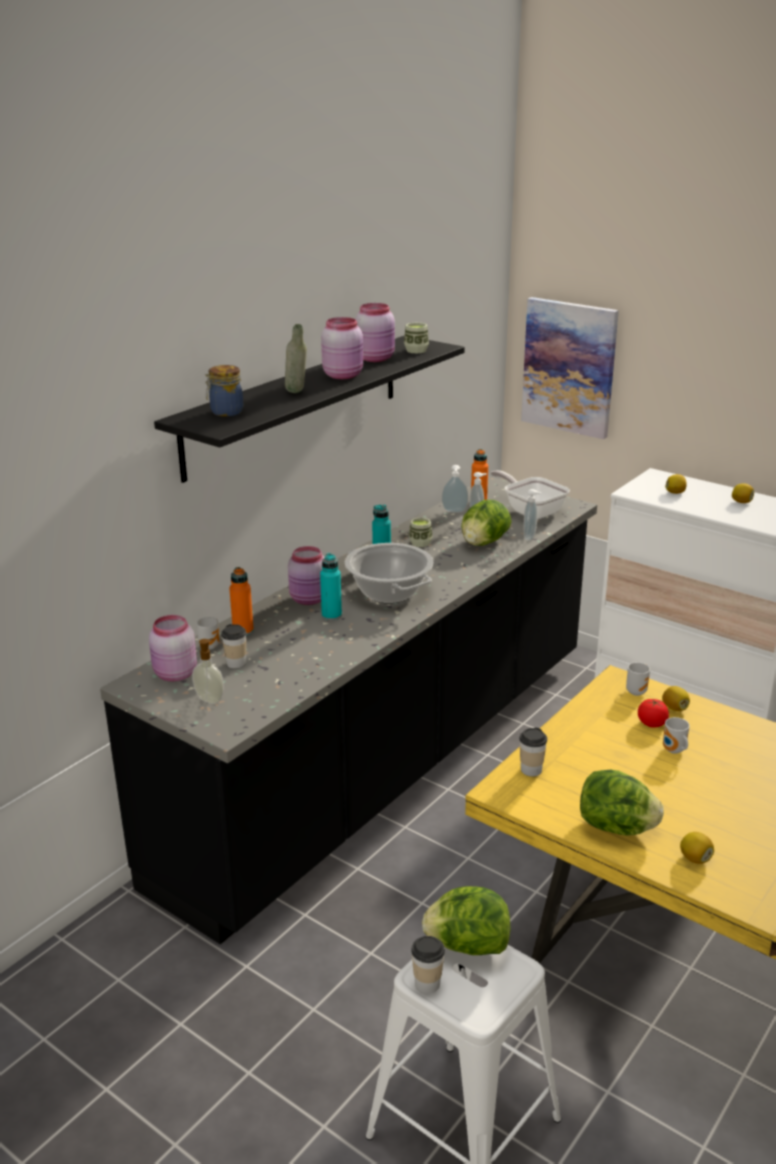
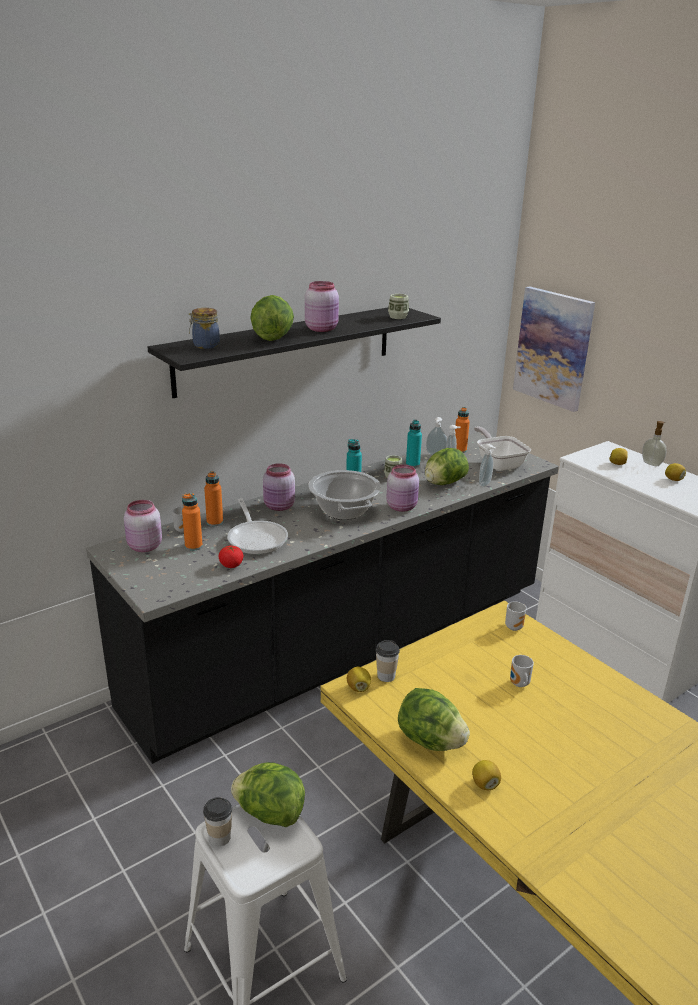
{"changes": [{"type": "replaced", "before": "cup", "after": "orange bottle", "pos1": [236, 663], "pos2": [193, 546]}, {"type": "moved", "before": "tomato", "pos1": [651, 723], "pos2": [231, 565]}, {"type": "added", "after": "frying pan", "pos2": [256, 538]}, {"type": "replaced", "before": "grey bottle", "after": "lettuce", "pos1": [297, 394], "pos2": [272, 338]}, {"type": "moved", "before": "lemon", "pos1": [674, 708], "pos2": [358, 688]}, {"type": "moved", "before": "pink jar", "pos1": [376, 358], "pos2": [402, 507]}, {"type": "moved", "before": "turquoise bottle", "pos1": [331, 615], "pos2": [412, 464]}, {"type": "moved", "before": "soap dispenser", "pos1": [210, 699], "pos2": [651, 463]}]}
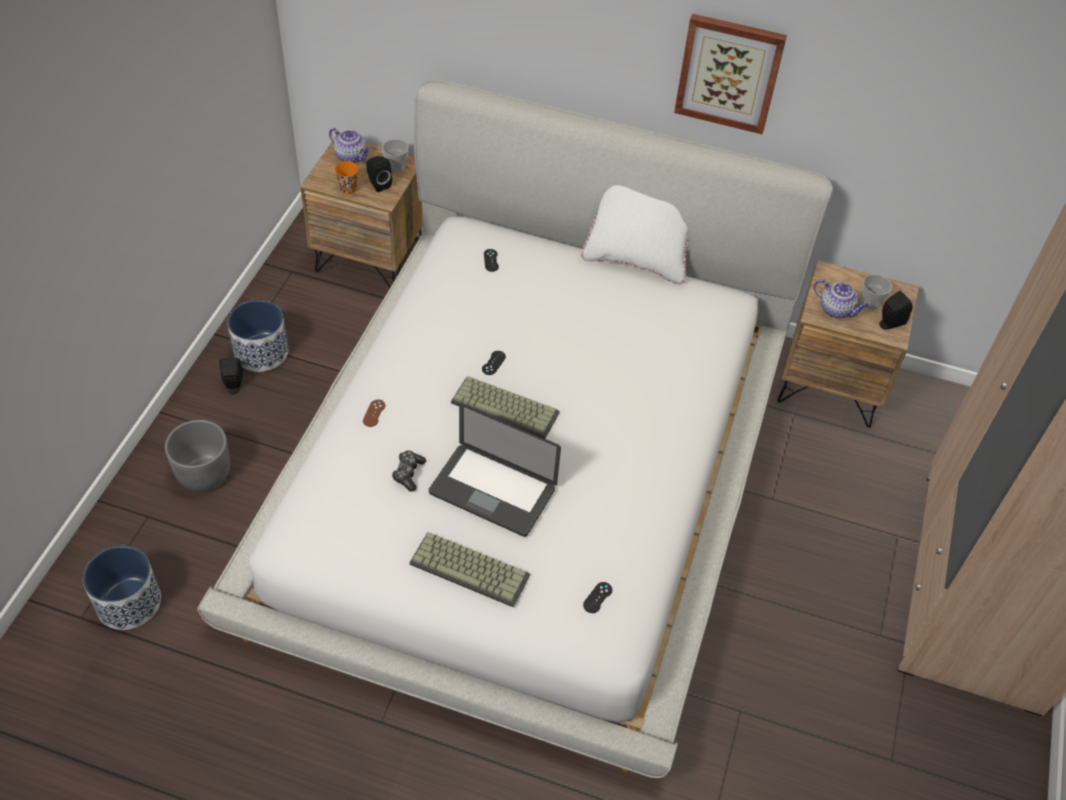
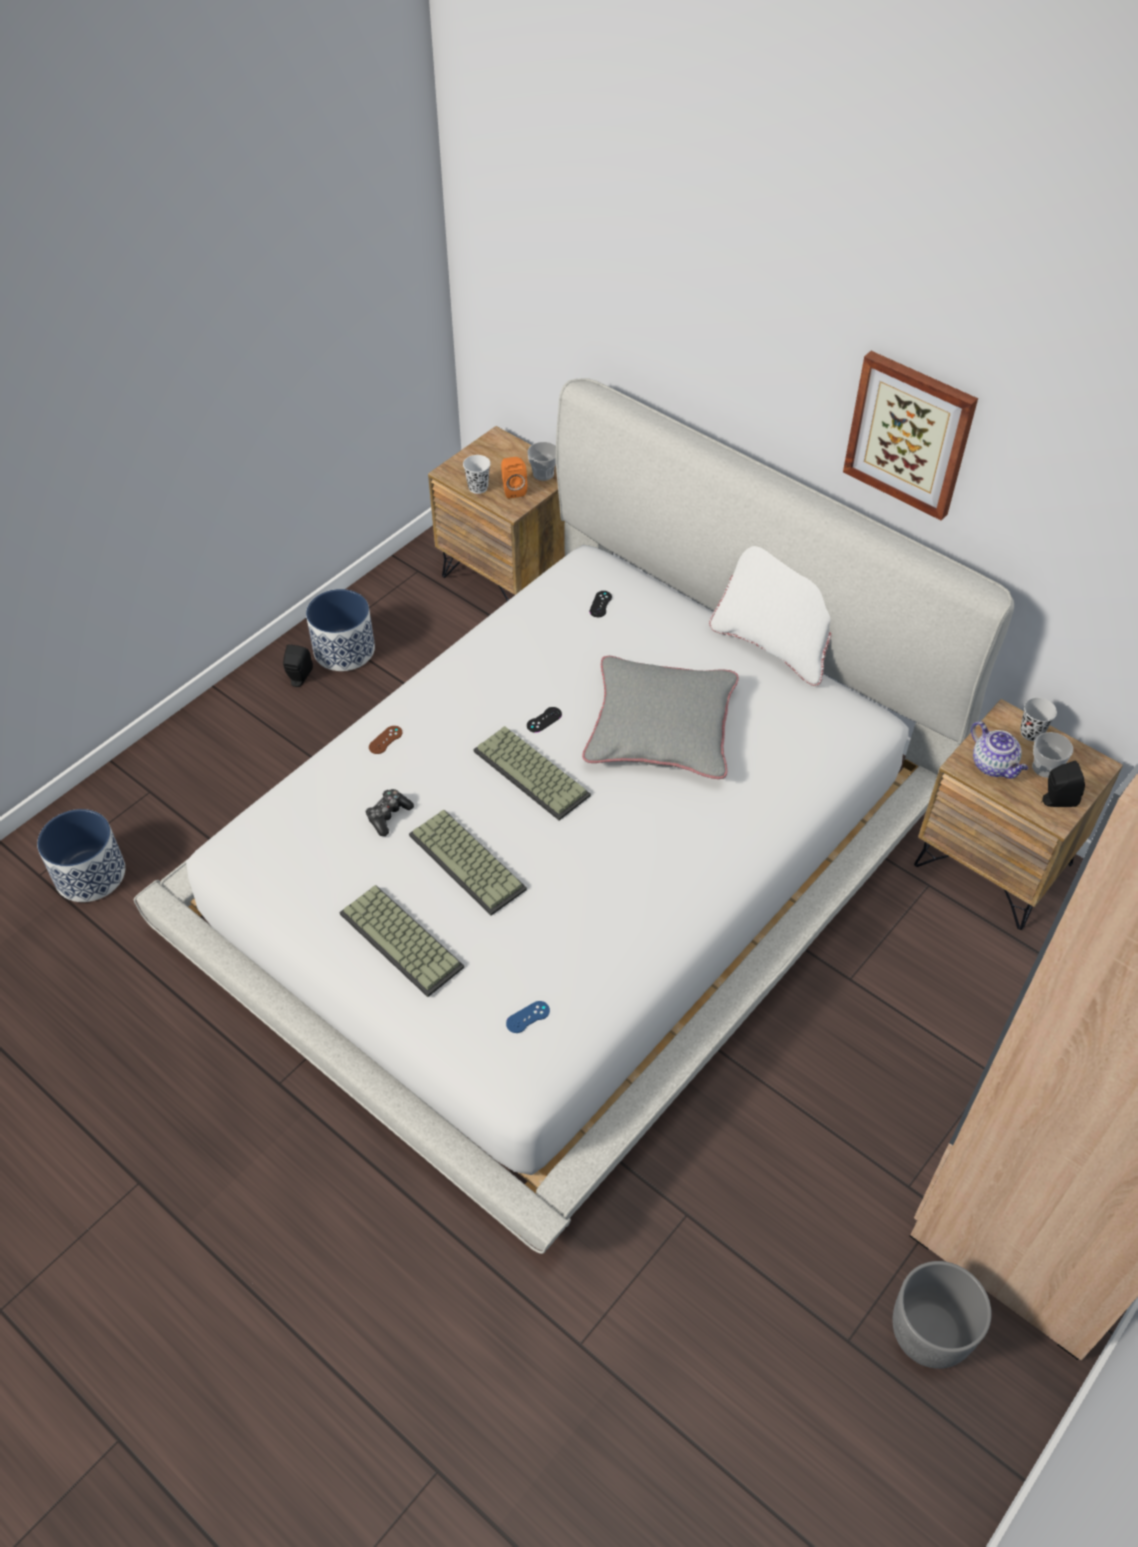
{"changes": [{"type": "replaced", "before": "laptop", "after": "keyboard", "pos1": [492, 491], "pos2": [469, 862]}, {"type": "recoloured", "before": "orange cup", "after": "white cup", "pos1": [348, 189], "pos2": [478, 487]}, {"type": "recoloured", "before": "black speaker", "after": "orange speaker", "pos1": [378, 184], "pos2": [513, 489]}, {"type": "recoloured", "before": "black game controller", "after": "blue game controller", "pos1": [597, 597], "pos2": [528, 1017]}, {"type": "added", "after": "grey pillow", "pos2": [661, 727]}, {"type": "moved", "before": "grey planter", "pos1": [204, 474], "pos2": [930, 1332]}, {"type": "added", "after": "black cup", "pos2": [1031, 733]}, {"type": "removed", "before": "teapot", "pos1": [351, 157]}]}
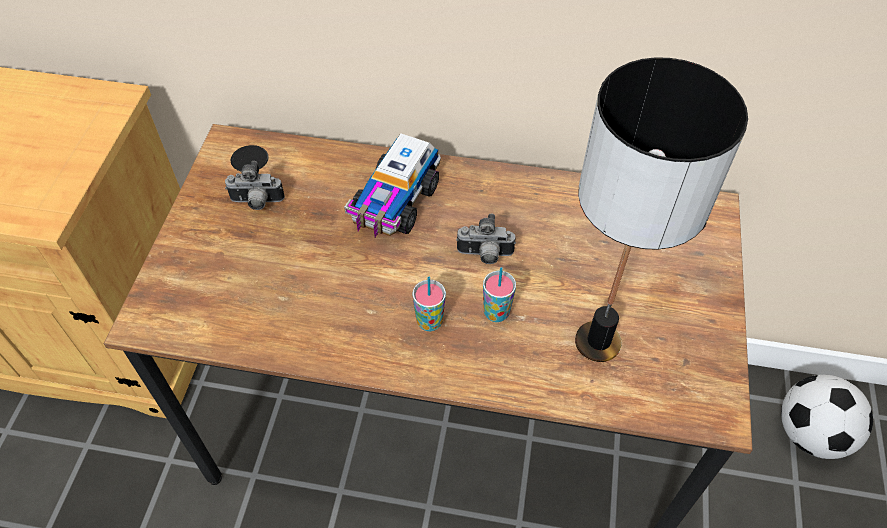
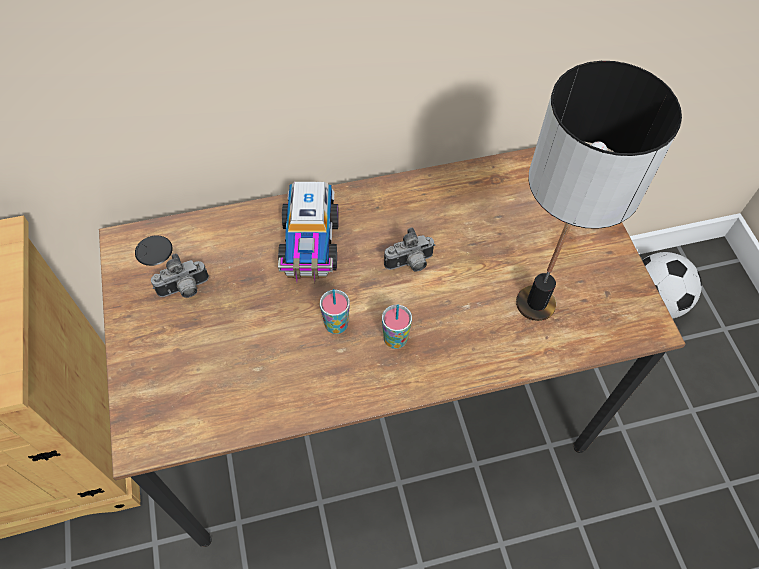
{"changes": [{"type": "moved", "before": "cup", "pos1": [496, 313], "pos2": [336, 325]}]}
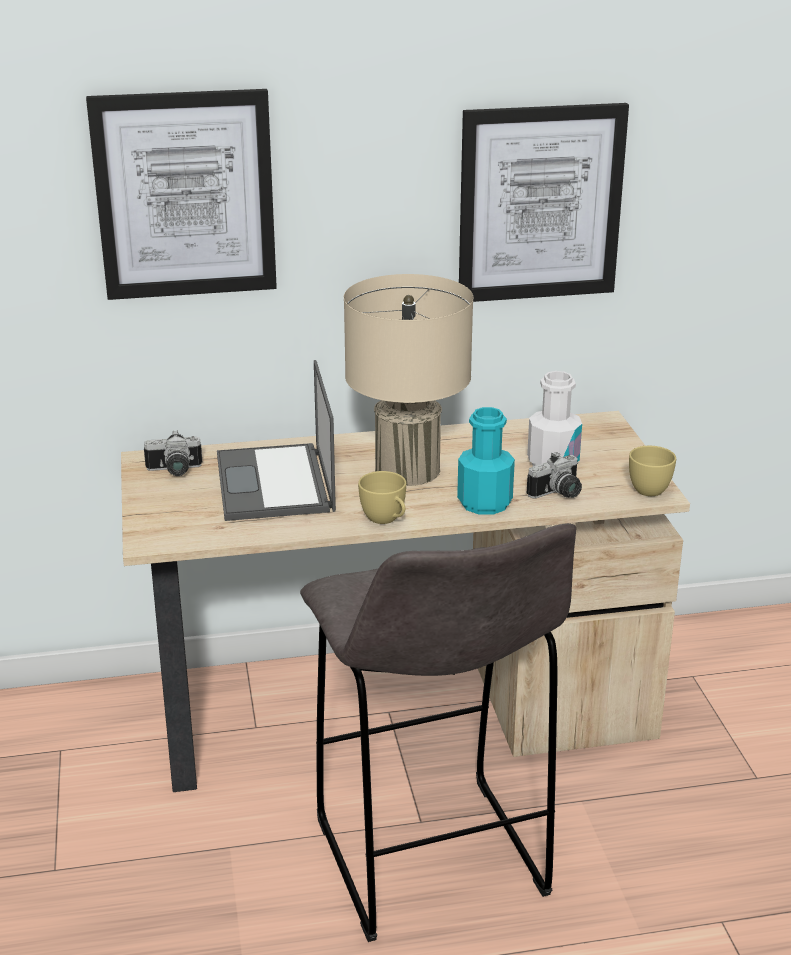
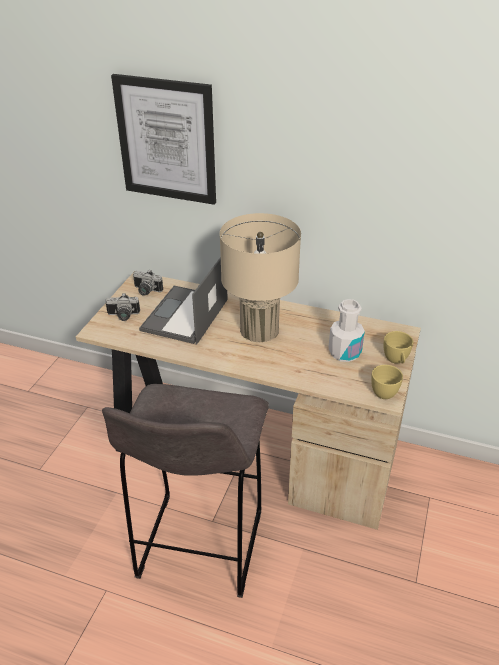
{"changes": [{"type": "moved", "before": "photo camera", "pos1": [558, 494], "pos2": [123, 316]}, {"type": "moved", "before": "yellow cup", "pos1": [386, 520], "pos2": [396, 360]}, {"type": "removed", "before": "turquoise bottle", "pos1": [484, 503]}, {"type": "removed", "before": "picture", "pos1": [540, 203]}]}
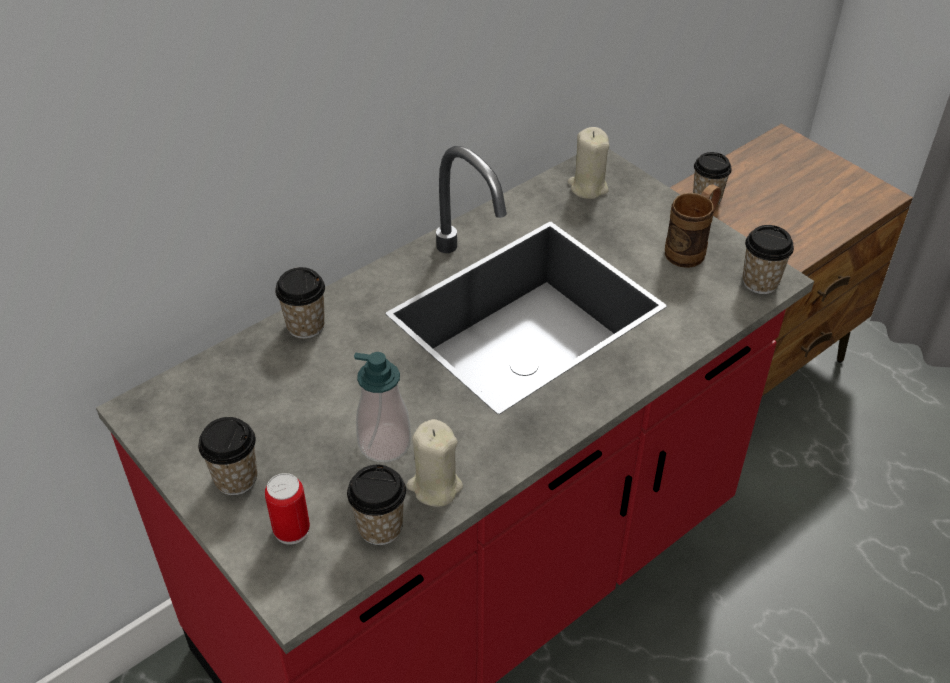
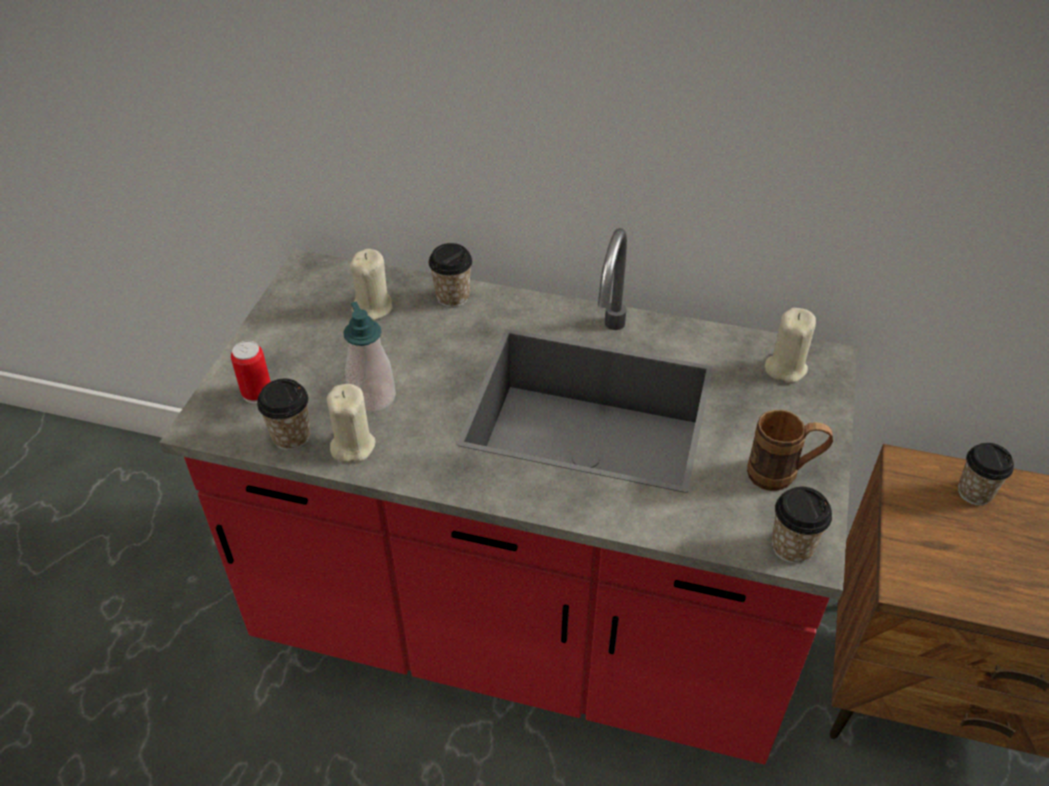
{"changes": [{"type": "added", "after": "beige candle", "pos2": [373, 307]}, {"type": "removed", "before": "cup", "pos1": [236, 479]}]}
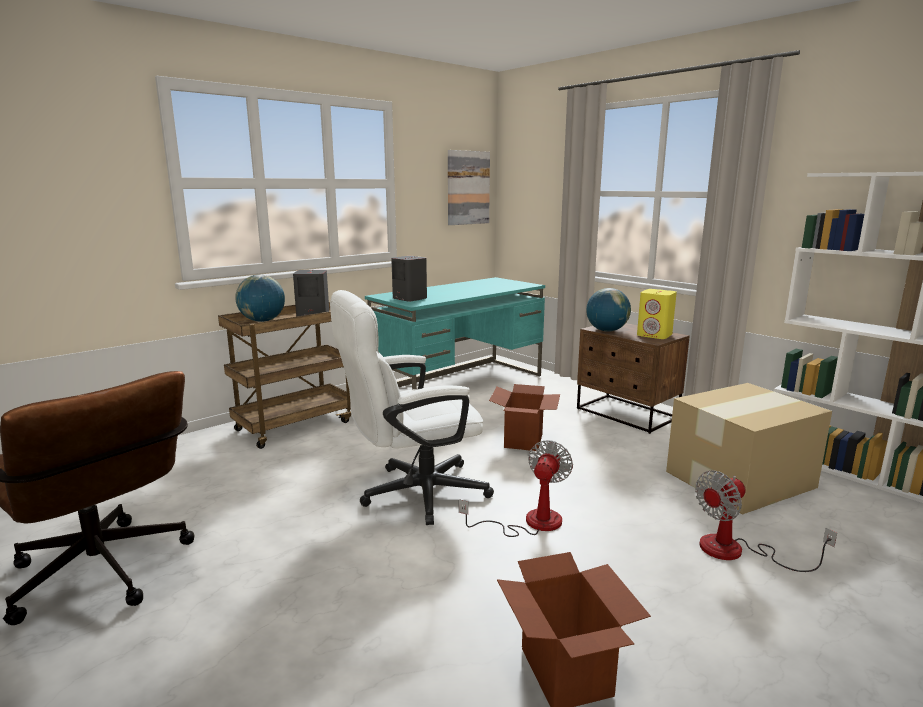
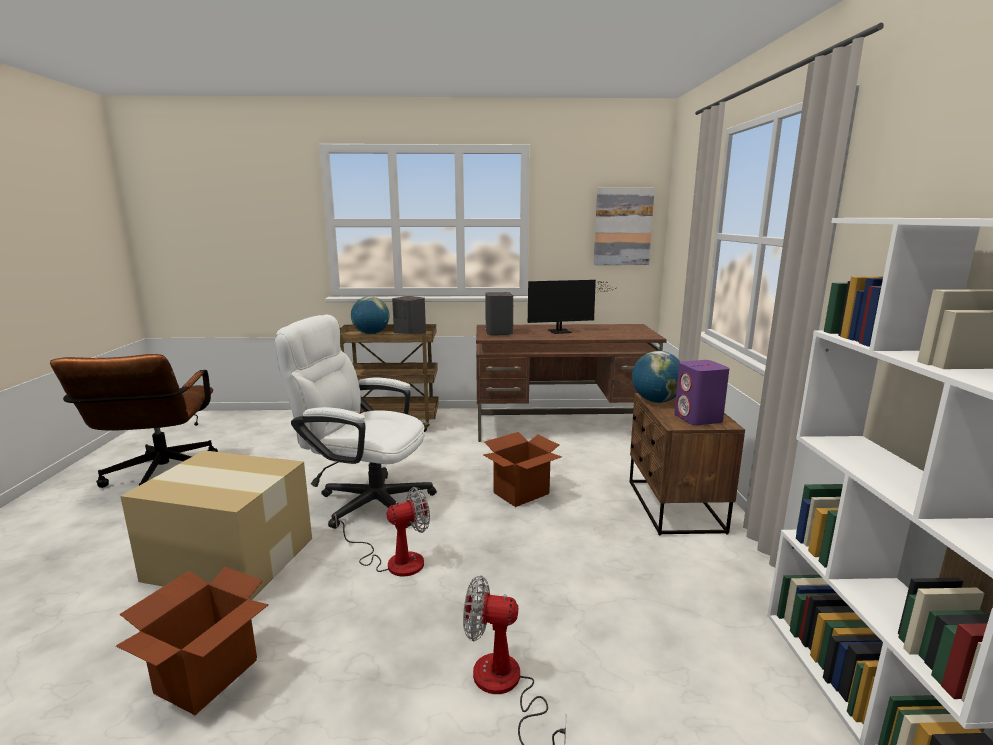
{"changes": [{"type": "moved", "before": "cardboard box", "pos1": [737, 479], "pos2": [229, 558]}, {"type": "recoloured", "before": "turquoise desk", "after": "brown desk", "pos1": [460, 385], "pos2": [563, 427]}, {"type": "added", "after": "monitor", "pos2": [563, 331]}, {"type": "recoloured", "before": "yellow speaker", "after": "purple speaker", "pos1": [655, 335], "pos2": [698, 418]}]}
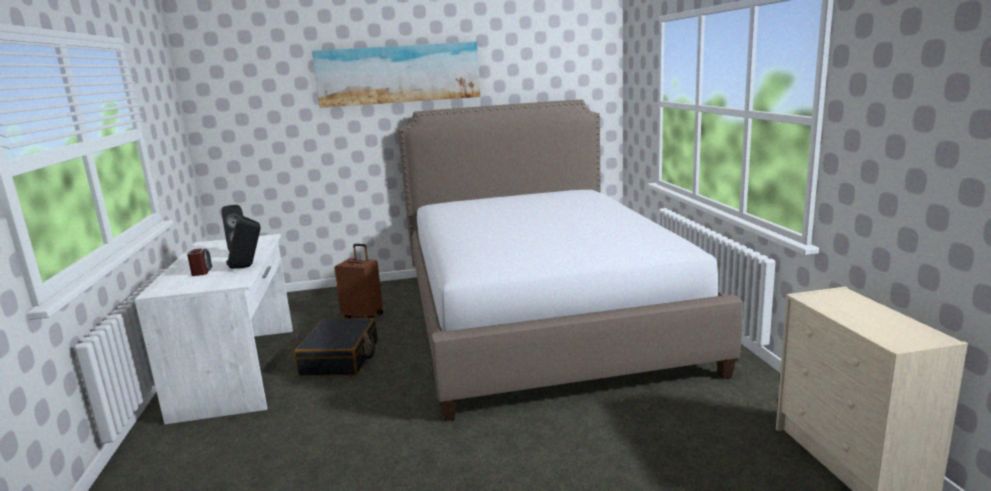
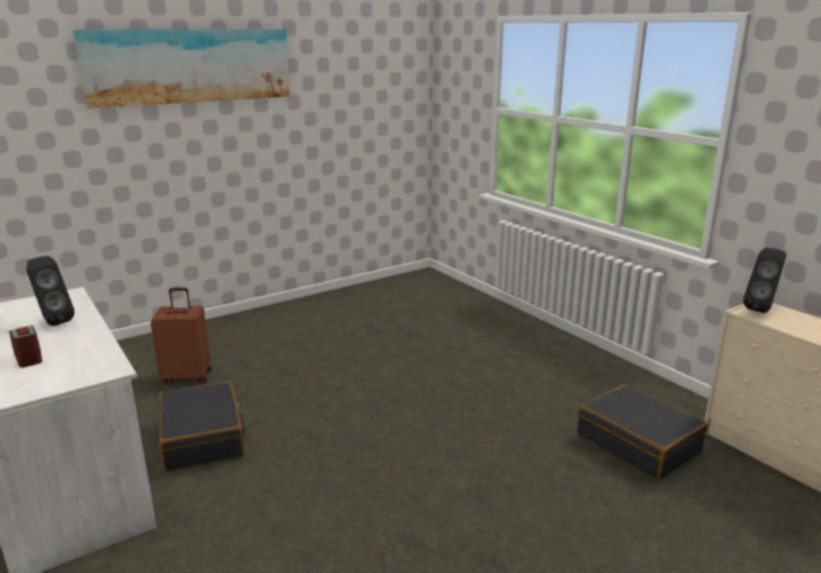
{"changes": [{"type": "added", "after": "black suitcase", "pos2": [638, 443]}, {"type": "moved", "before": "black speaker", "pos1": [247, 267], "pos2": [762, 308]}, {"type": "removed", "before": "bed", "pos1": [541, 318]}]}
